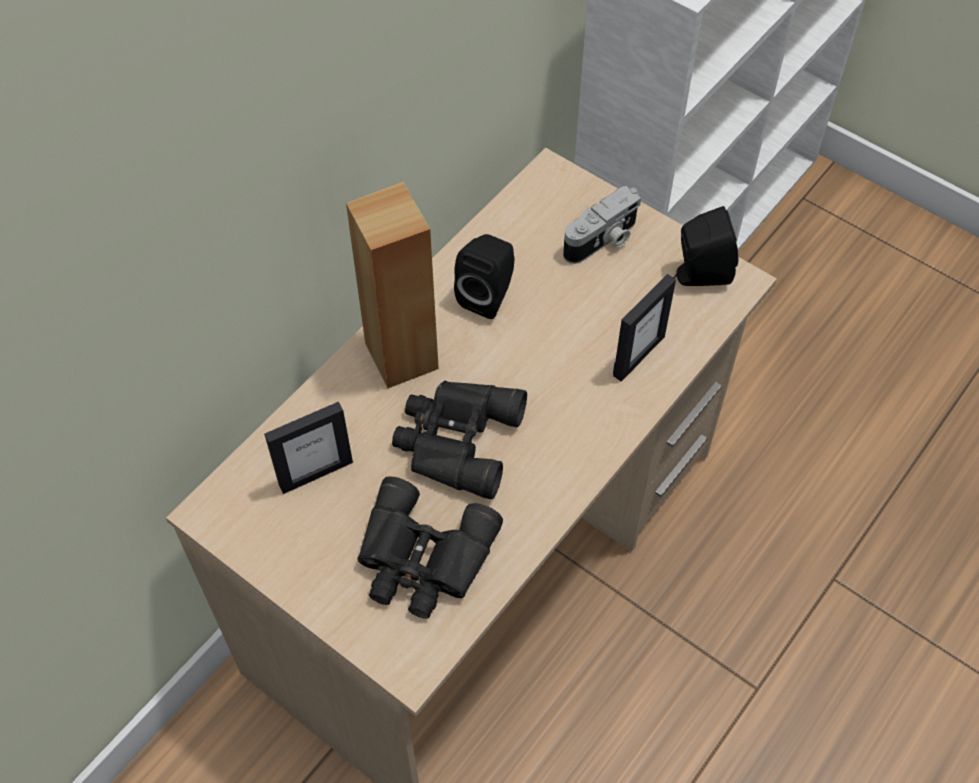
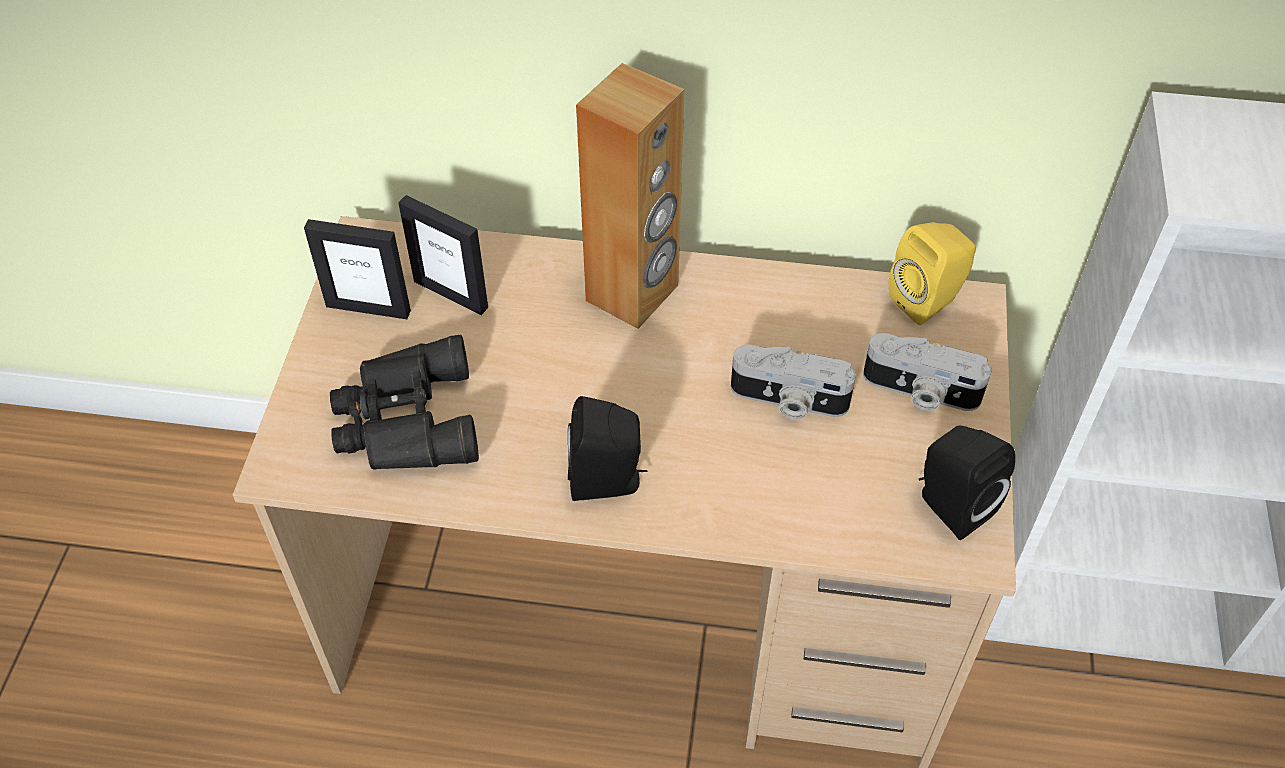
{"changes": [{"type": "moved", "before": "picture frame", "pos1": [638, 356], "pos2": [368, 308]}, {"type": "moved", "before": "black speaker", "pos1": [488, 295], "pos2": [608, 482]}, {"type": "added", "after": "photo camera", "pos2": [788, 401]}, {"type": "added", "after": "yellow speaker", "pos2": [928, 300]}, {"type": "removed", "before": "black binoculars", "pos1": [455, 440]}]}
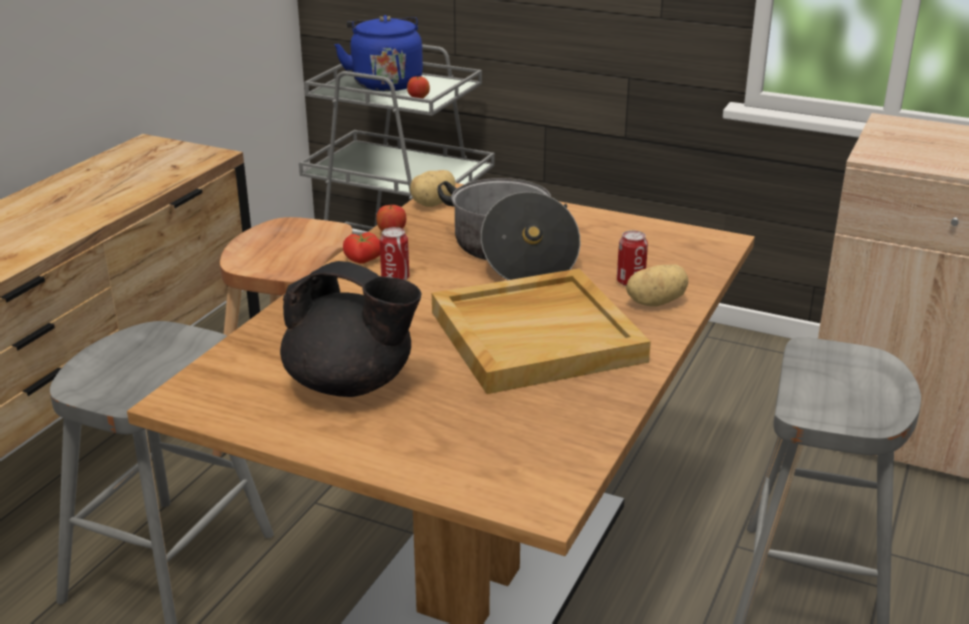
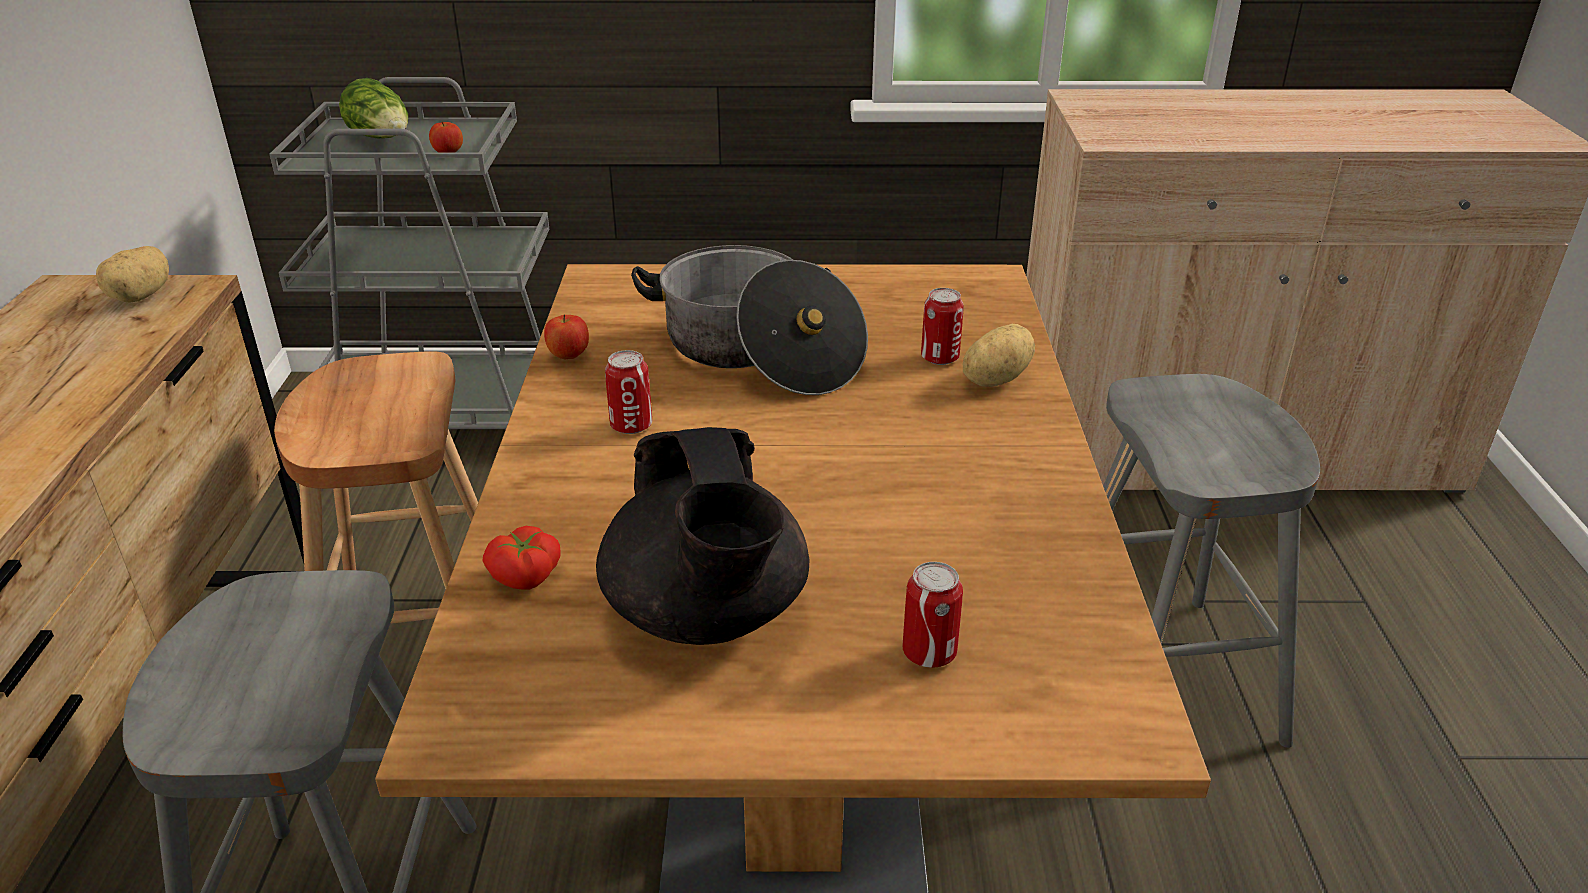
{"changes": [{"type": "moved", "before": "potato", "pos1": [434, 204], "pos2": [142, 296]}, {"type": "replaced", "before": "blue kettle", "after": "lettuce", "pos1": [385, 83], "pos2": [383, 139]}, {"type": "moved", "before": "tomato", "pos1": [362, 260], "pos2": [526, 578]}, {"type": "turned", "before": "black teapot", "pos1": [351, 384], "pos2": [707, 615], "turn": 75}, {"type": "added", "after": "can", "pos2": [929, 652]}, {"type": "removed", "before": "beige tray", "pos1": [537, 335]}]}
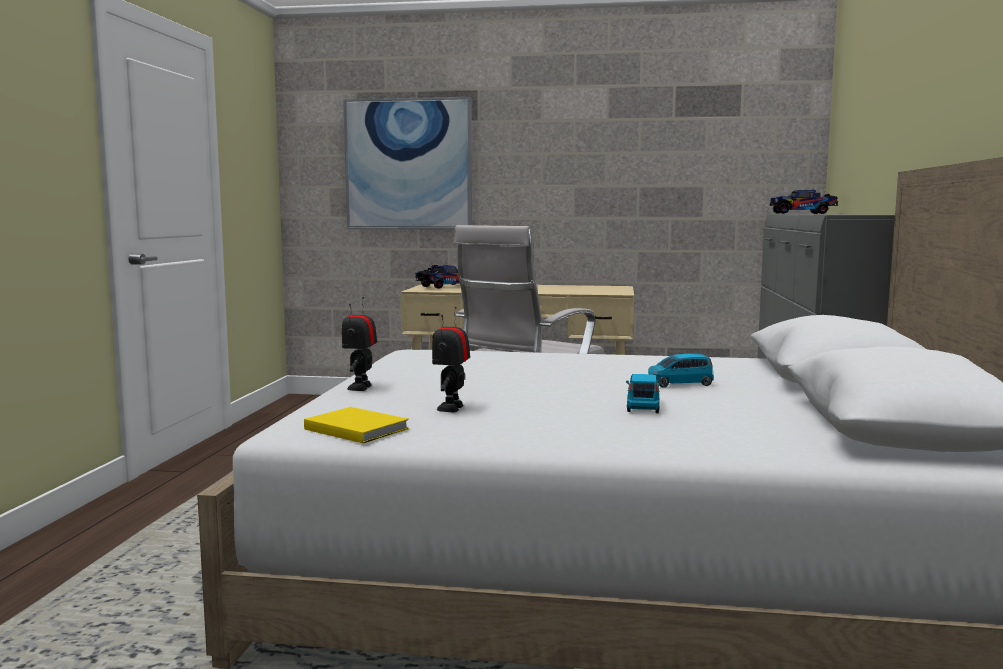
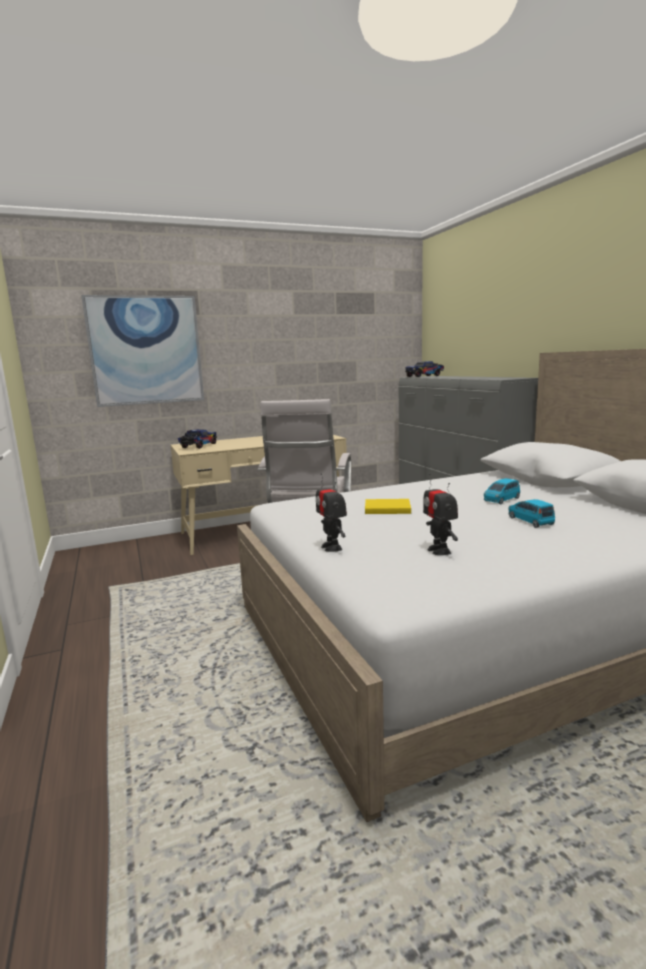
{"changes": [{"type": "moved", "before": "yellow book", "pos1": [355, 428], "pos2": [386, 508]}]}
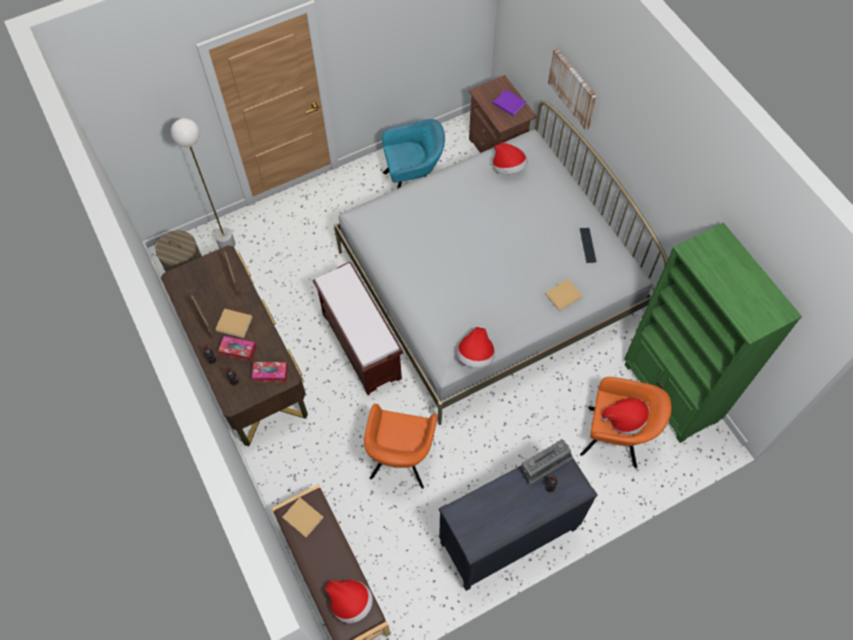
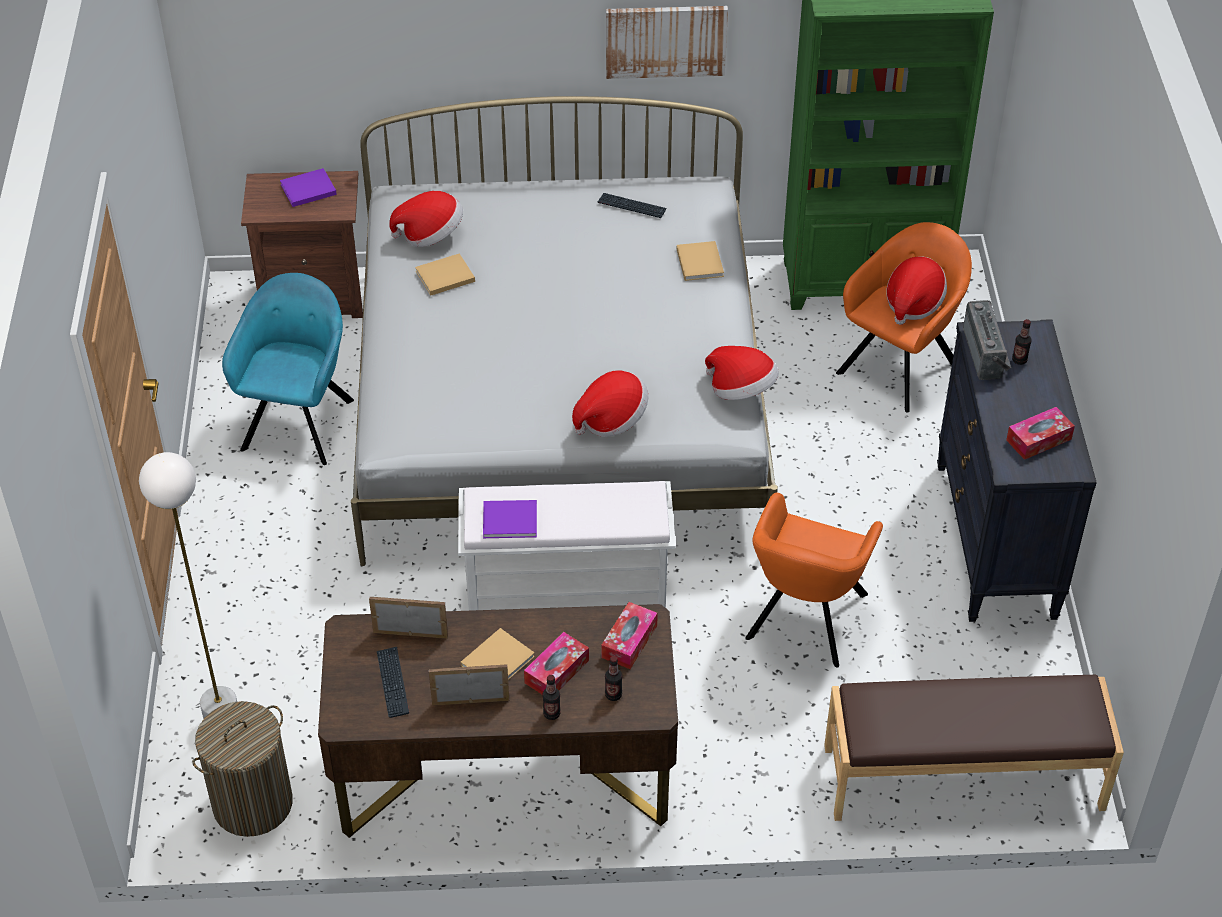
{"changes": [{"type": "added", "after": "keyboard", "pos2": [393, 683]}, {"type": "moved", "before": "beige book", "pos1": [302, 517], "pos2": [443, 277]}, {"type": "recoloured", "before": "brown bench", "after": "white bench", "pos1": [362, 346], "pos2": [569, 598]}, {"type": "added", "after": "purple book", "pos2": [512, 521]}, {"type": "moved", "before": "hat", "pos1": [350, 602], "pos2": [611, 419]}, {"type": "moved", "before": "picture", "pos1": [573, 88], "pos2": [665, 40]}, {"type": "turned", "before": "orange armchair", "pos1": [401, 460], "pos2": [805, 620], "turn": 75}, {"type": "added", "after": "tissue box", "pos2": [1038, 439]}]}
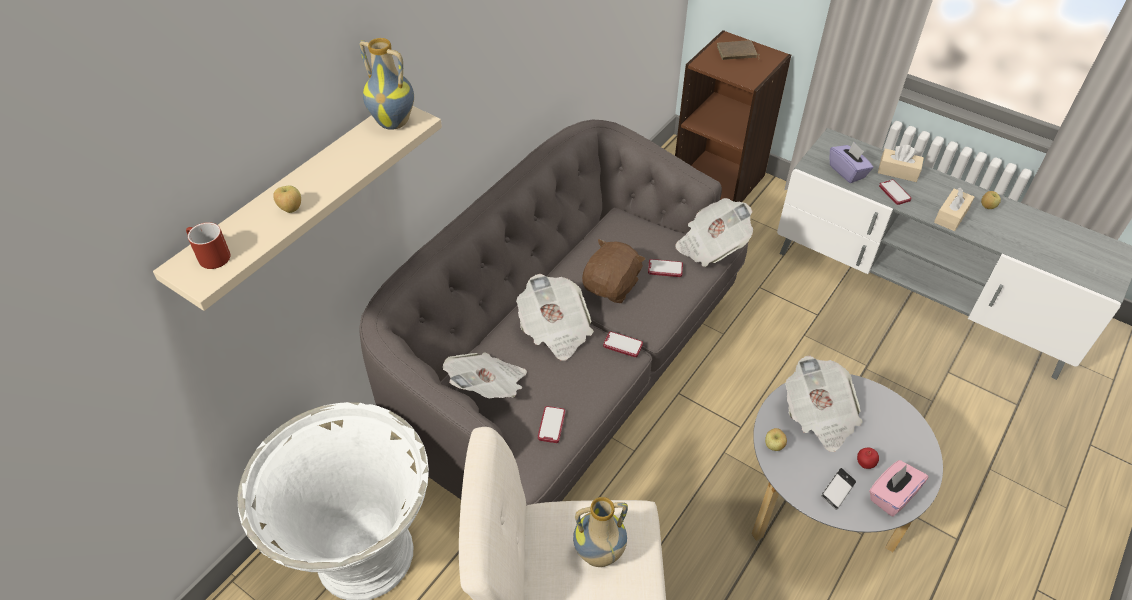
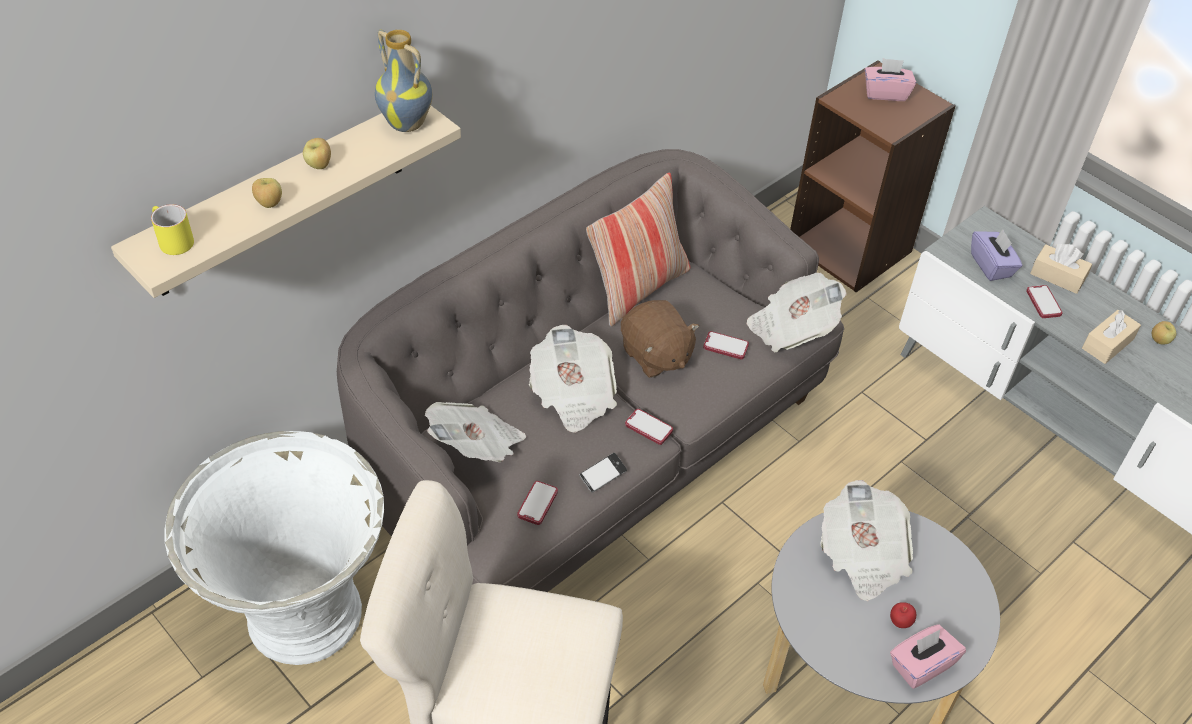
{"changes": [{"type": "recoloured", "before": "red mug", "after": "yellow mug", "pos1": [209, 256], "pos2": [171, 240]}, {"type": "moved", "before": "apple", "pos1": [774, 446], "pos2": [319, 165]}, {"type": "moved", "before": "phone", "pos1": [837, 490], "pos2": [603, 475]}, {"type": "added", "after": "pillow", "pos2": [638, 288]}, {"type": "turned", "before": "brown plush toy", "pos1": [612, 286], "pos2": [655, 355], "turn": 105}, {"type": "replaced", "before": "brown book", "after": "pink tissue box", "pos1": [736, 53], "pos2": [885, 93]}, {"type": "removed", "before": "vase", "pos1": [599, 555]}]}
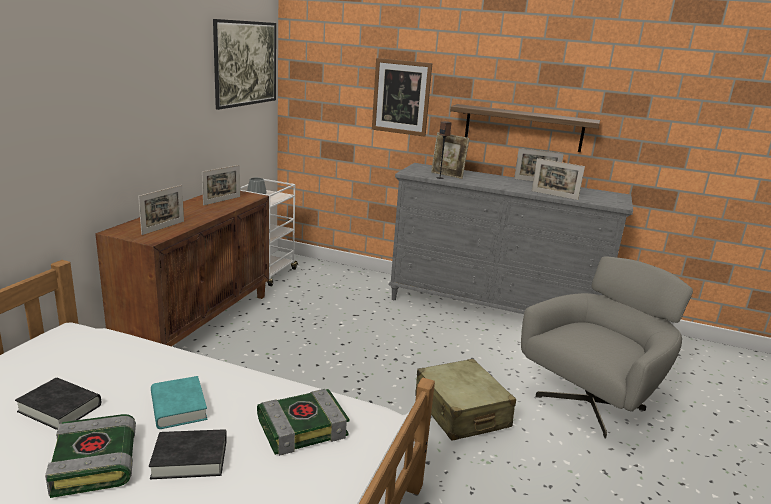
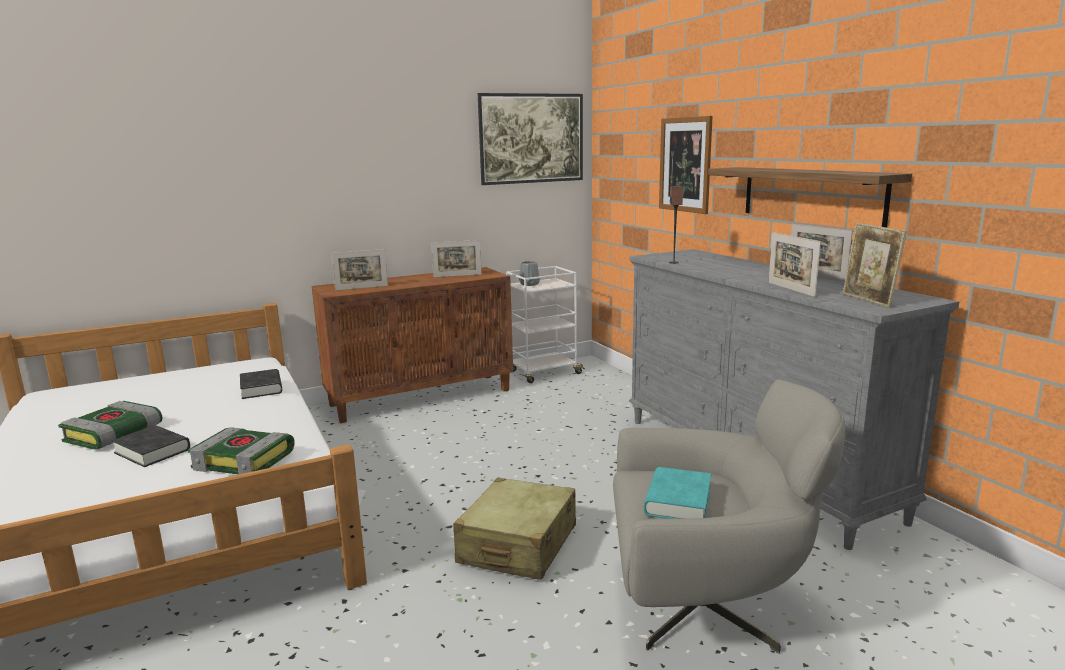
{"changes": [{"type": "moved", "before": "black book", "pos1": [60, 408], "pos2": [261, 388]}, {"type": "moved", "before": "turquoise book", "pos1": [178, 407], "pos2": [678, 501]}, {"type": "moved", "before": "picture frame", "pos1": [447, 175], "pos2": [868, 300]}]}
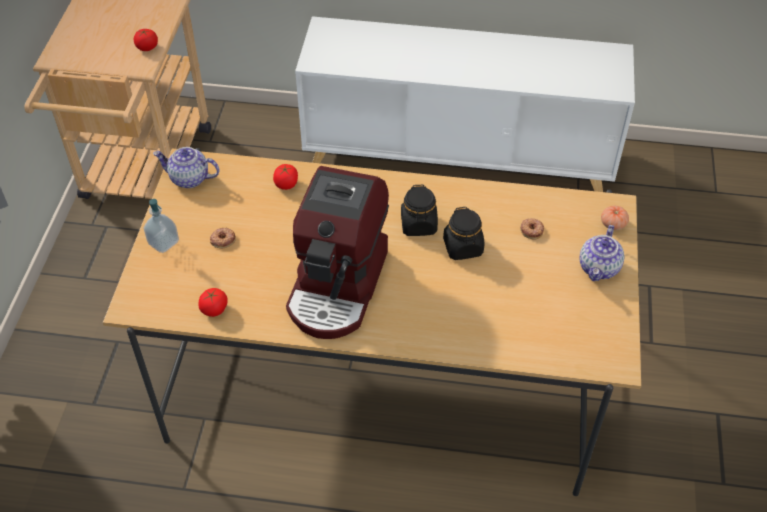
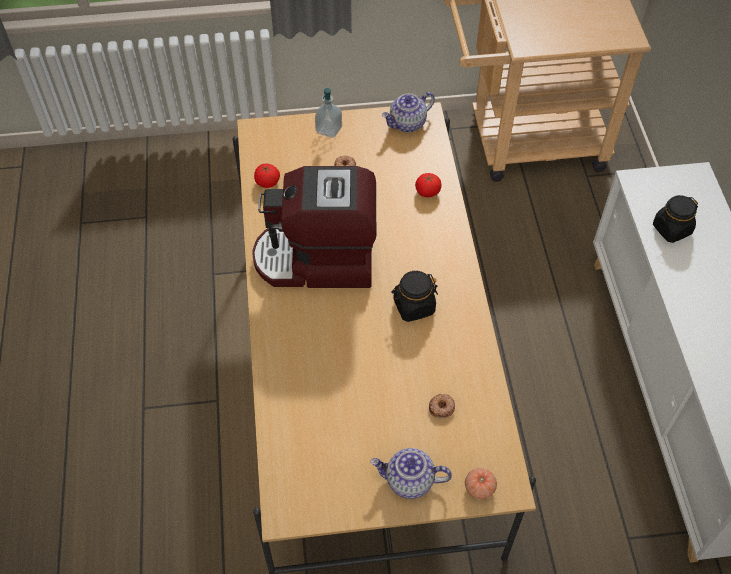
{"changes": [{"type": "turned", "before": "teapot", "pos1": [189, 179], "pos2": [407, 124], "turn": -120}, {"type": "moved", "before": "black jar", "pos1": [463, 247], "pos2": [671, 229]}, {"type": "removed", "before": "tomato", "pos1": [147, 47]}]}
